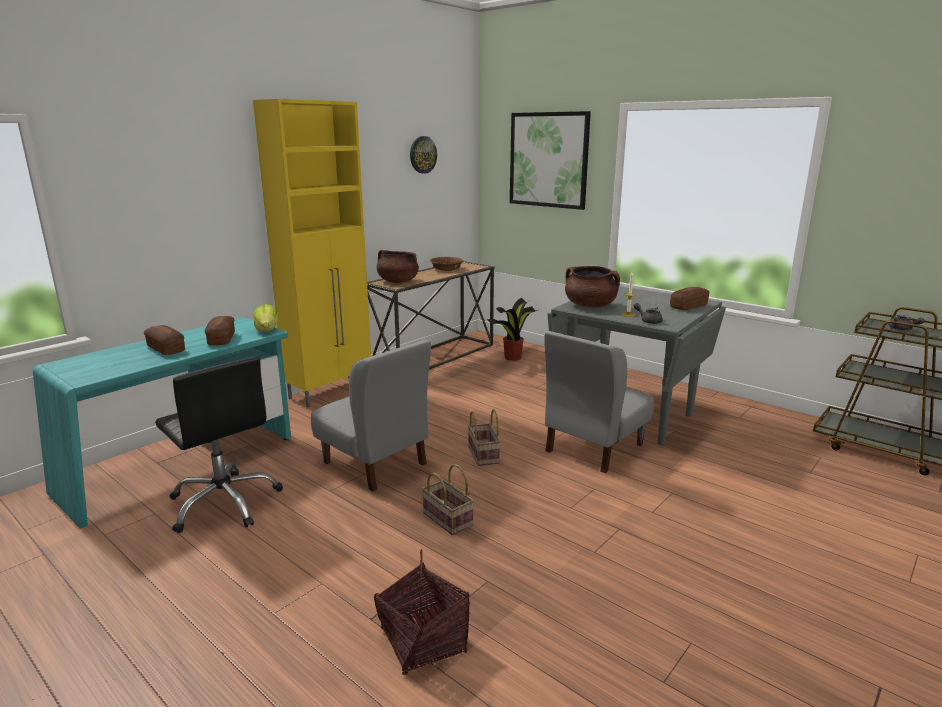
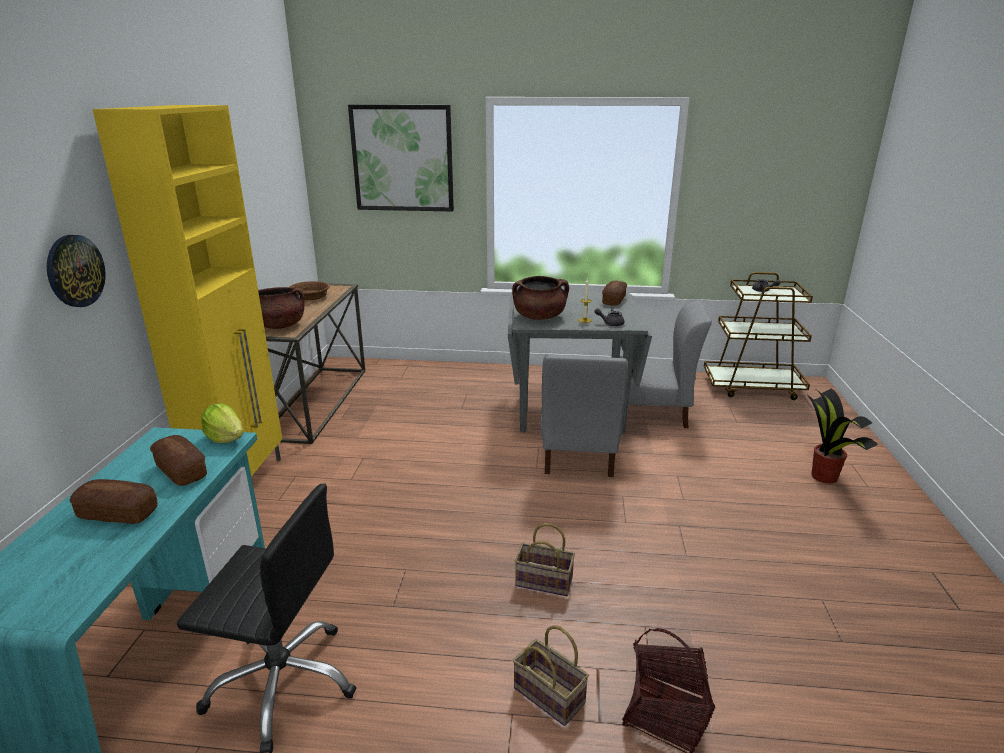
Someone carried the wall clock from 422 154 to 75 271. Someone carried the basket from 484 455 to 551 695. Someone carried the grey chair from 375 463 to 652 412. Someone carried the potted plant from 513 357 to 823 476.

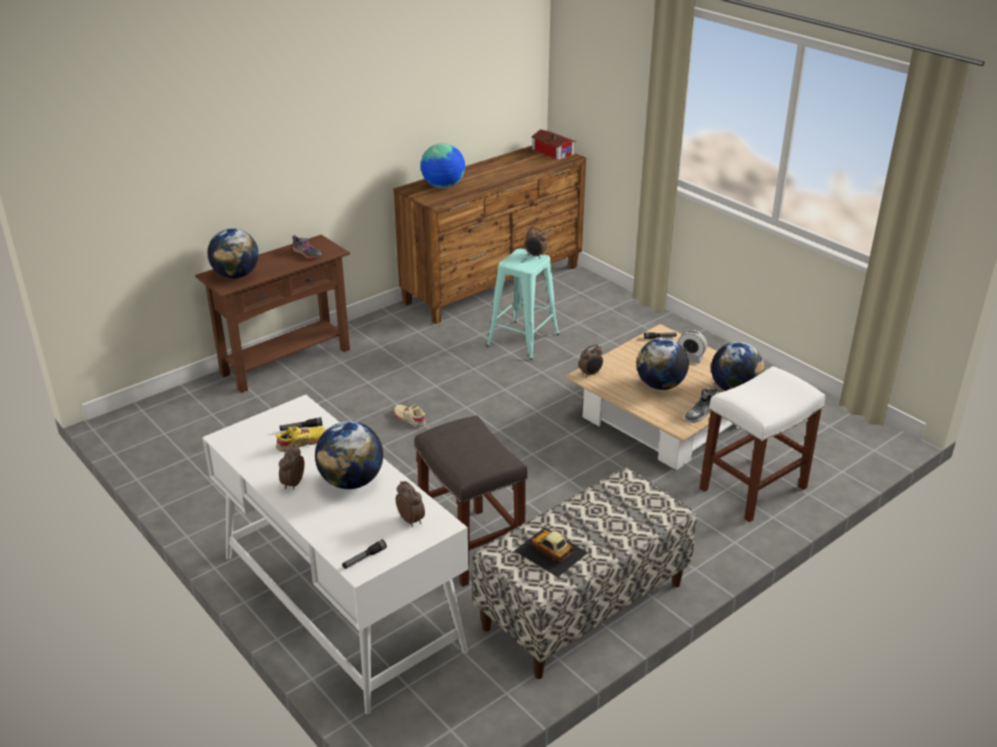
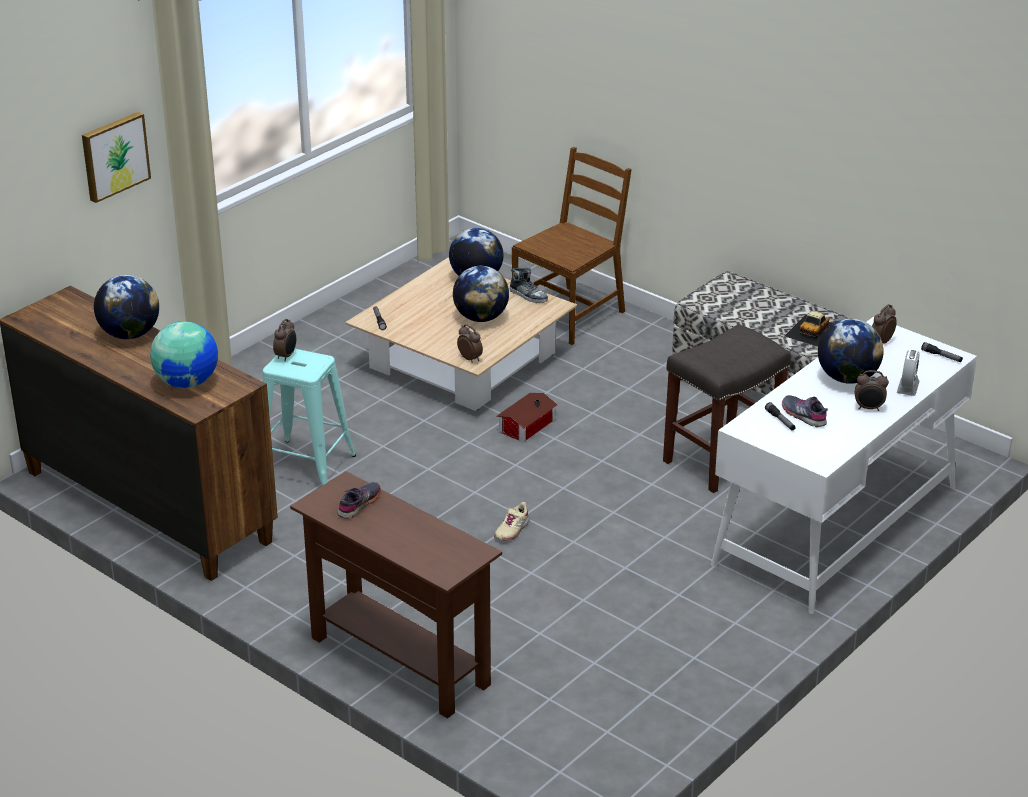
Someone put up the picture at 114 155. Someone carried the globe from 236 275 to 129 334. Someone carried the toy house from 553 151 to 524 426. Someone swapped the white stool at 752 489 for the brown chair at 570 314. Someone repainted the yellow shoe at 302 443, which became the grey shoe at 804 415. Someone carried the alarm clock from 690 358 to 907 388.

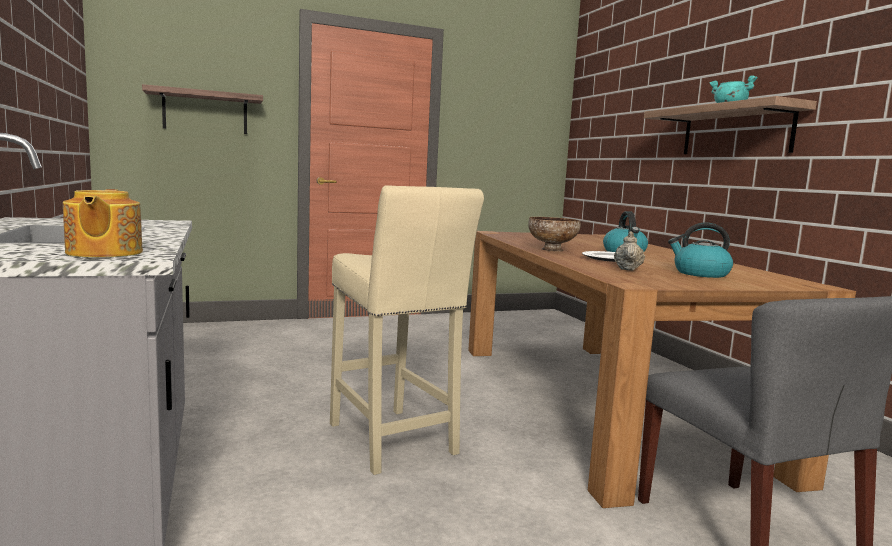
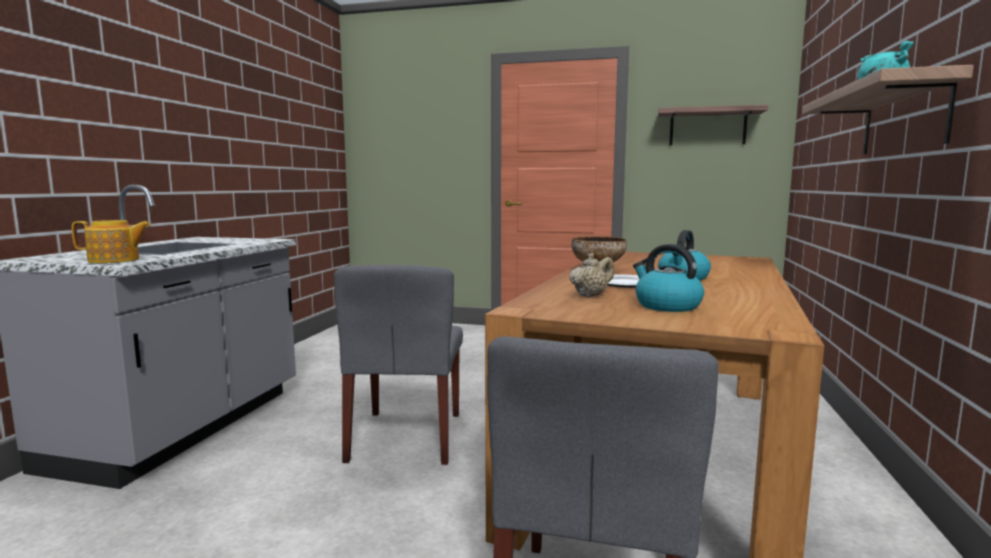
Someone rotated the teapot at 103 253 by 120 degrees counterclockwise. Someone swapped the beige stool at 393 442 for the grey chair at 406 437. Someone carried the shelf from 205 112 to 707 127.

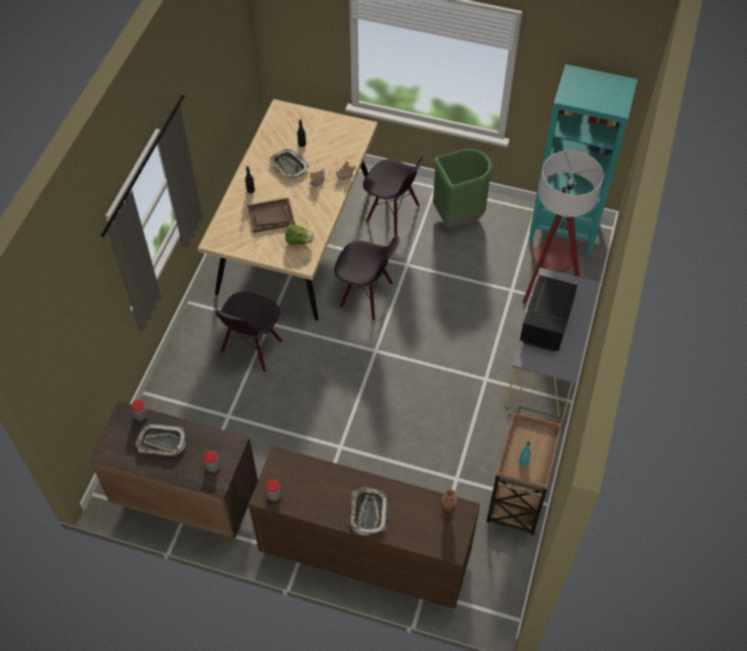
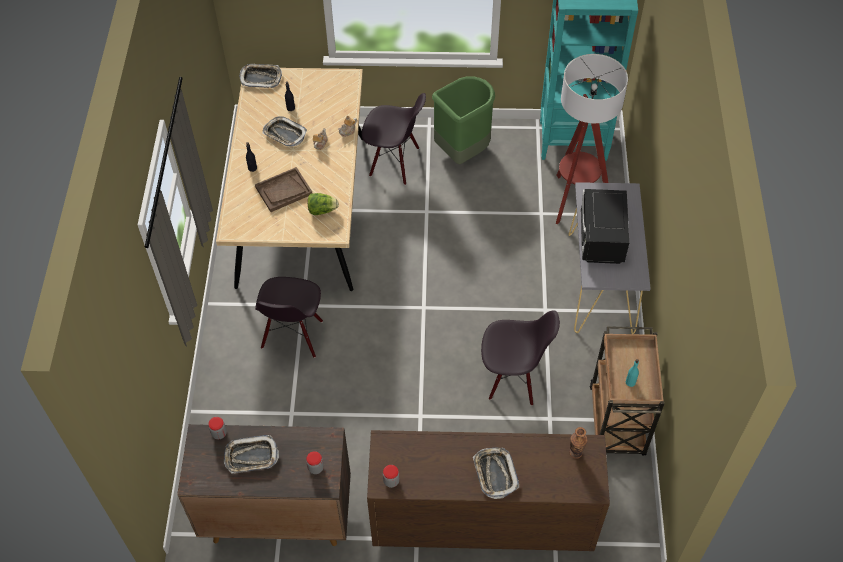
Someone put down the tray at 261 78. Someone carried the black chair from 366 296 to 513 378.

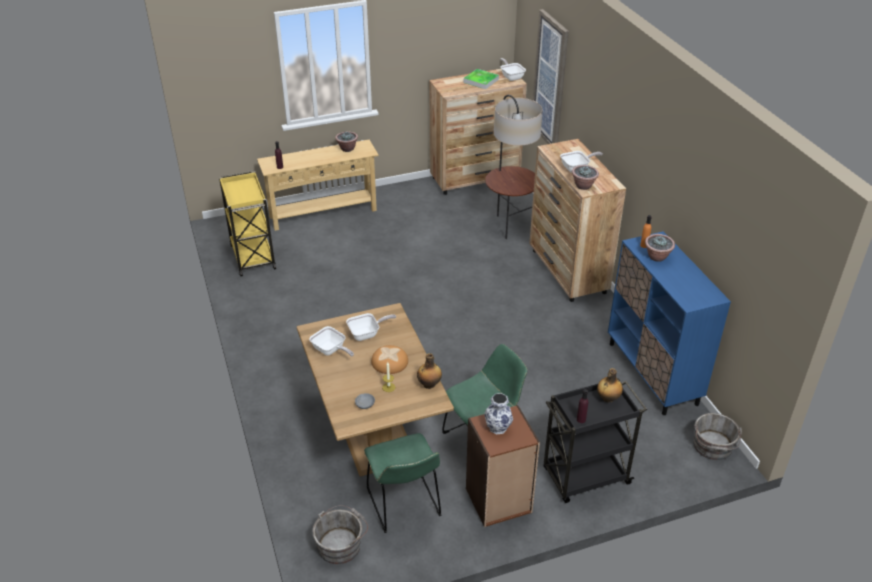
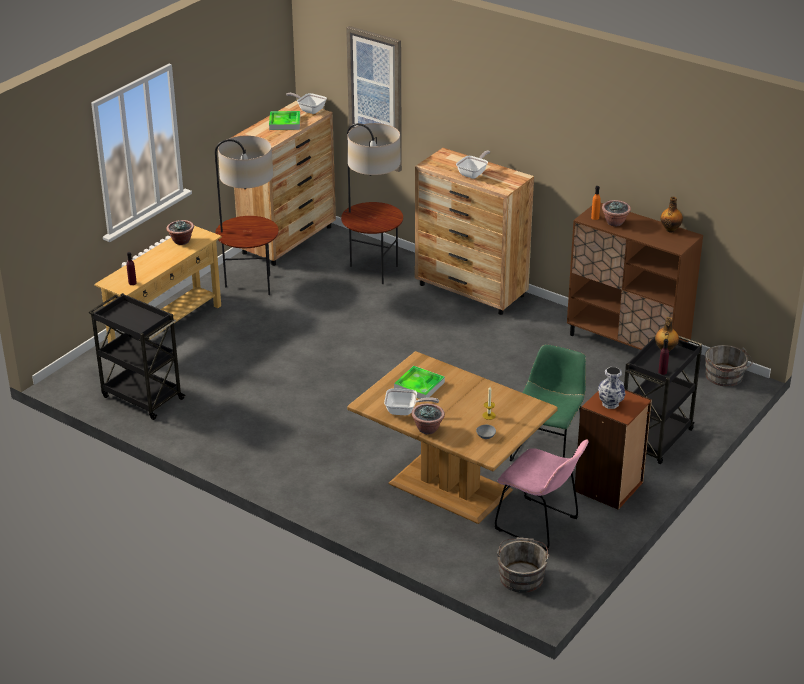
Someone repainted the yellow cart at 252 256, which became the black cart at 141 397. Someone put down the floor lamp at 250 286. Someone swapped the frying pan at 367 334 for the tray at 419 386. Someone carried the potted plant from 583 186 to 428 429. Someone repainted the green chair at 405 505, which became the pink chair at 540 525. Someone repainted the blue cabinet at 652 373, which became the brown cabinet at 627 343. Someone carried the bottle from 429 384 to 670 229. Someone took away the bread at 390 362.

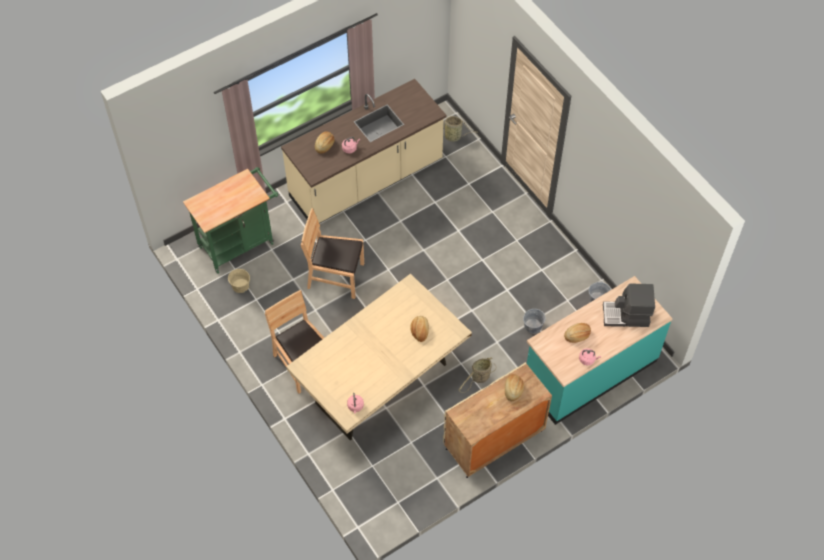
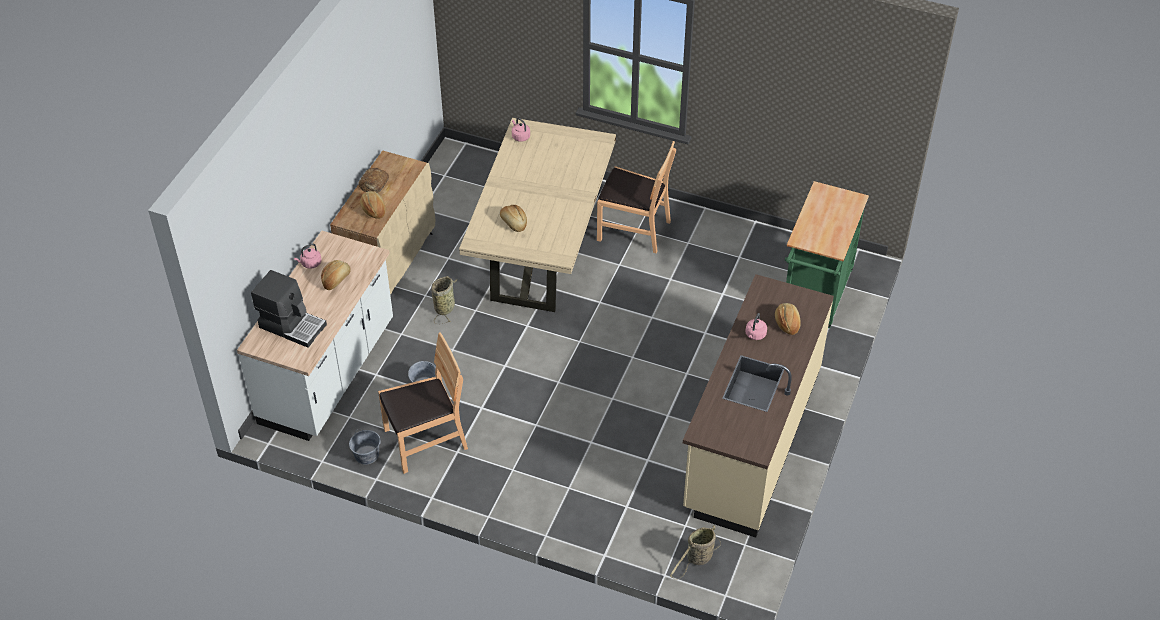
Someone repainted the turquoise counter at 589 372, which became the white counter at 329 373. Someone rotated the coffee machine at 626 316 by 60 degrees clockwise. Someone put down the bread at 374 183. Someone carried the brown chair from 336 276 to 425 440. Someone took away the beige bucket at 240 285.

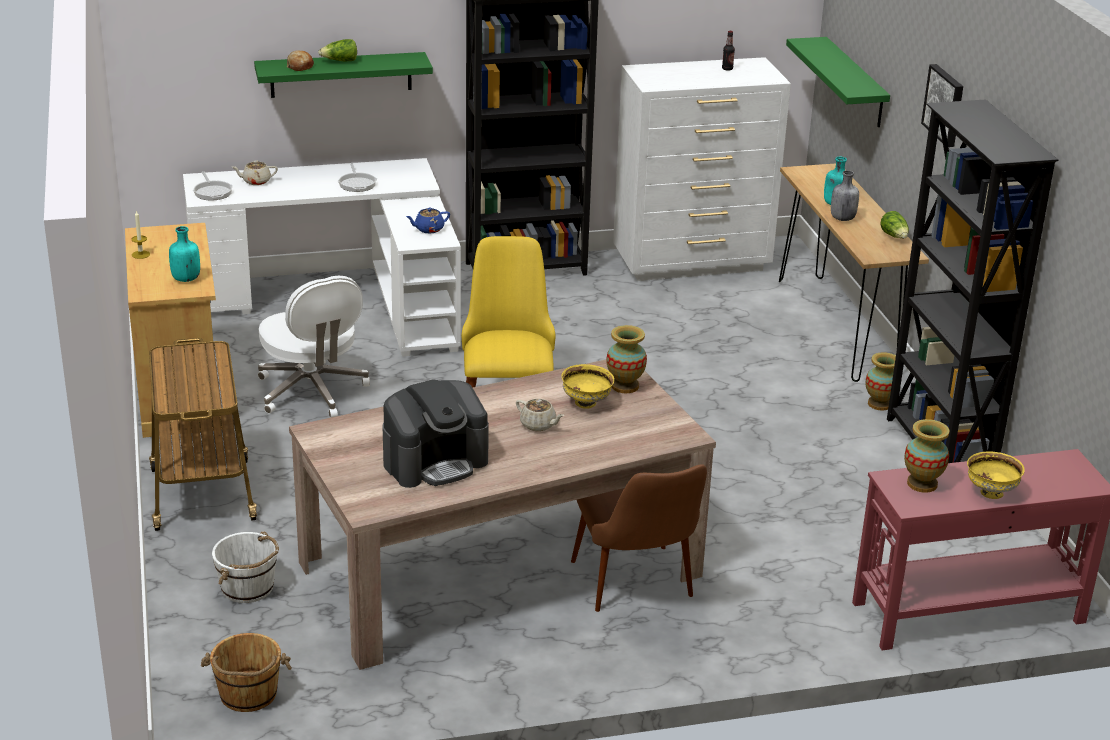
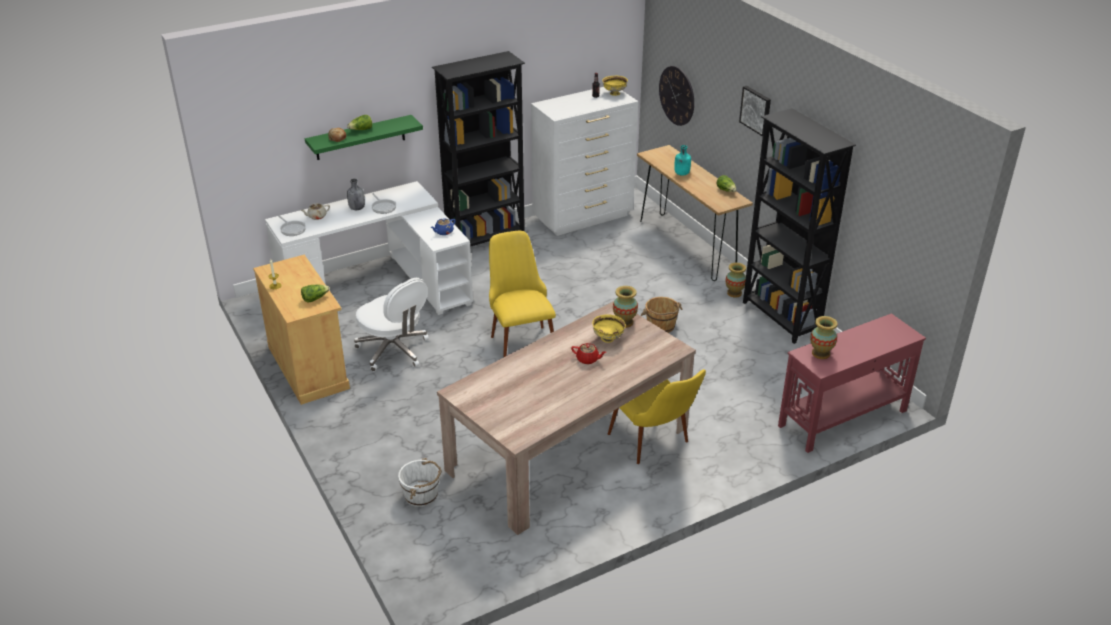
Someone swapped the turquoise bottle at 185 279 for the lettuce at 315 298. Someone carried the grey bottle from 842 218 to 357 208. Someone repainted the beige teapot at 538 425, which became the red teapot at 588 359. Someone carried the yellow bowl from 990 493 to 614 93. Someone repainted the brown chair at 638 591, which became the yellow chair at 655 445. Someone carried the brown bucket from 248 694 to 661 326. Someone swapped the green shelf at 855 83 for the wall clock at 677 95. Someone took away the cart at 202 492. Someone took away the coffee machine at 435 462.

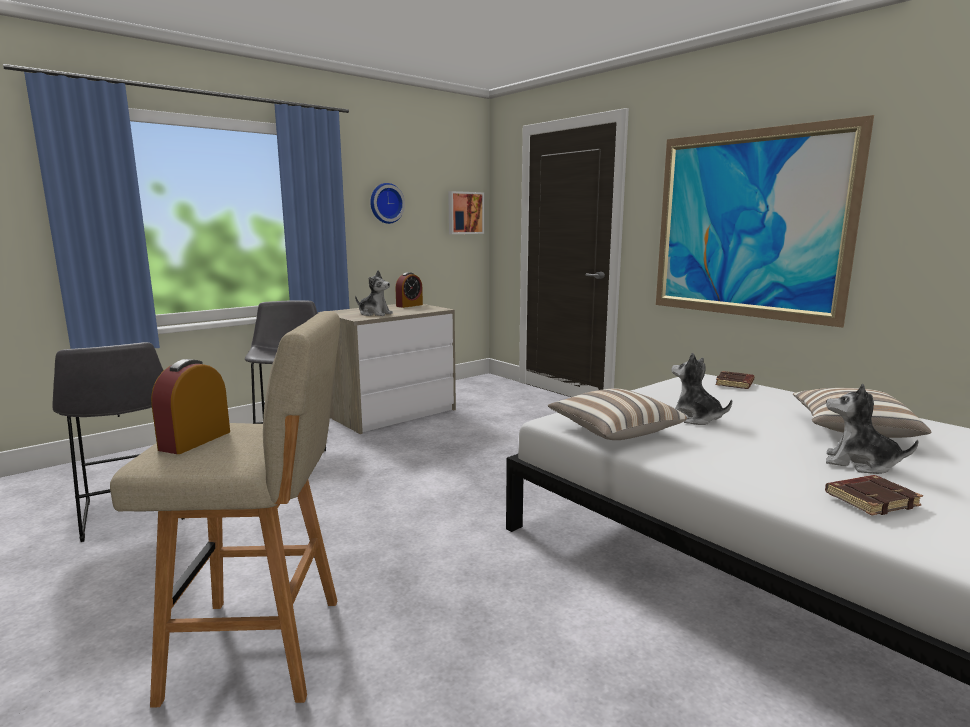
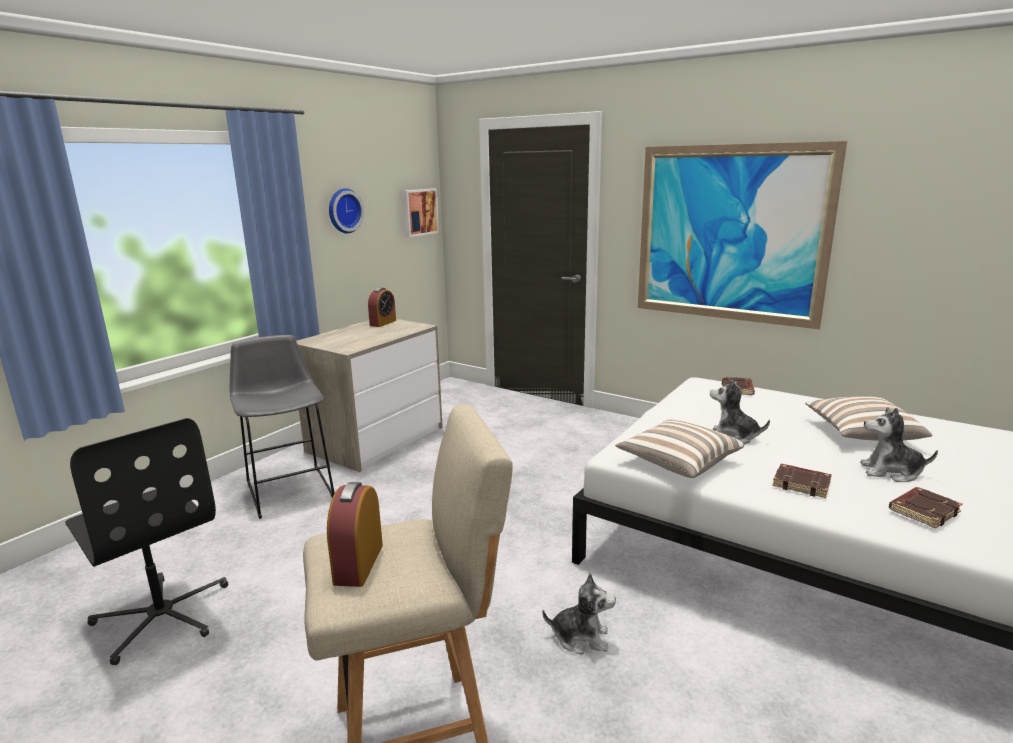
Someone swapped the grey stool at 133 513 for the black office chair at 162 615. Someone carried the plush toy from 374 314 to 580 637. Someone put down the brown book at 802 484.

